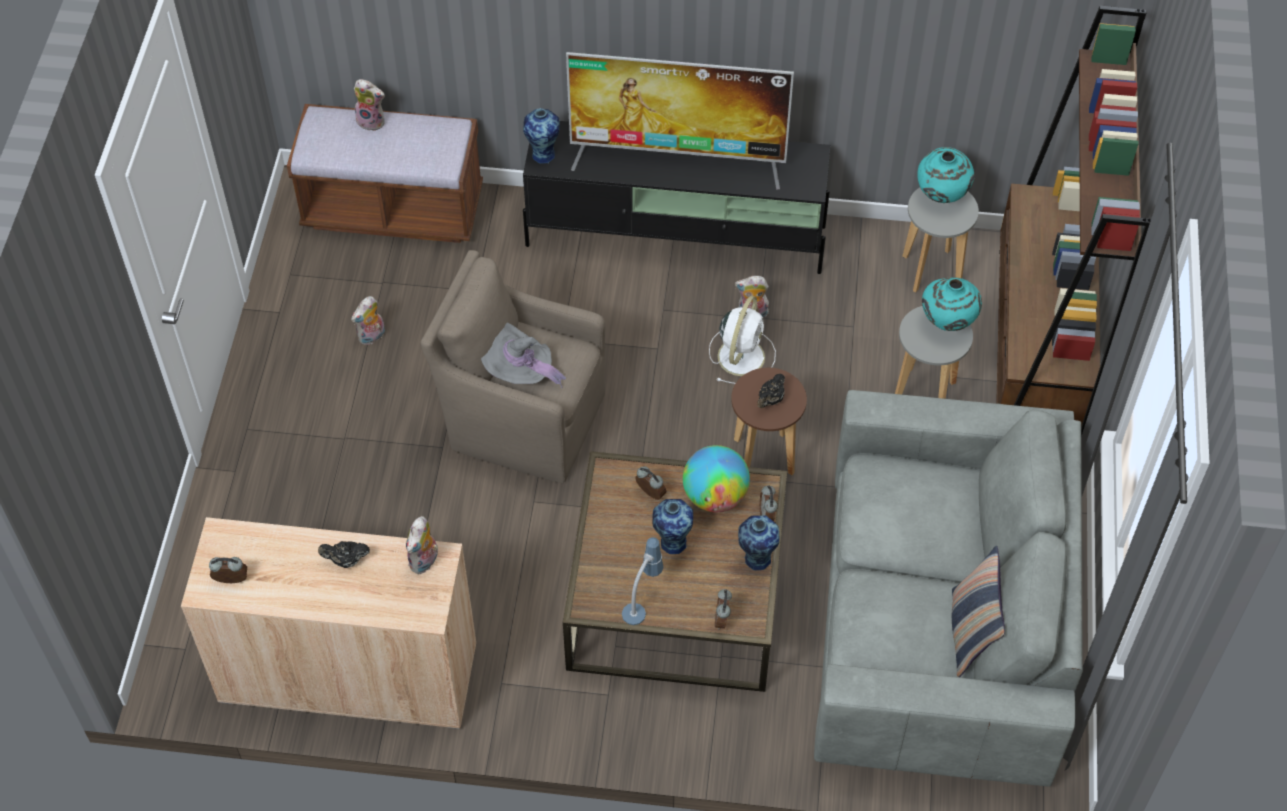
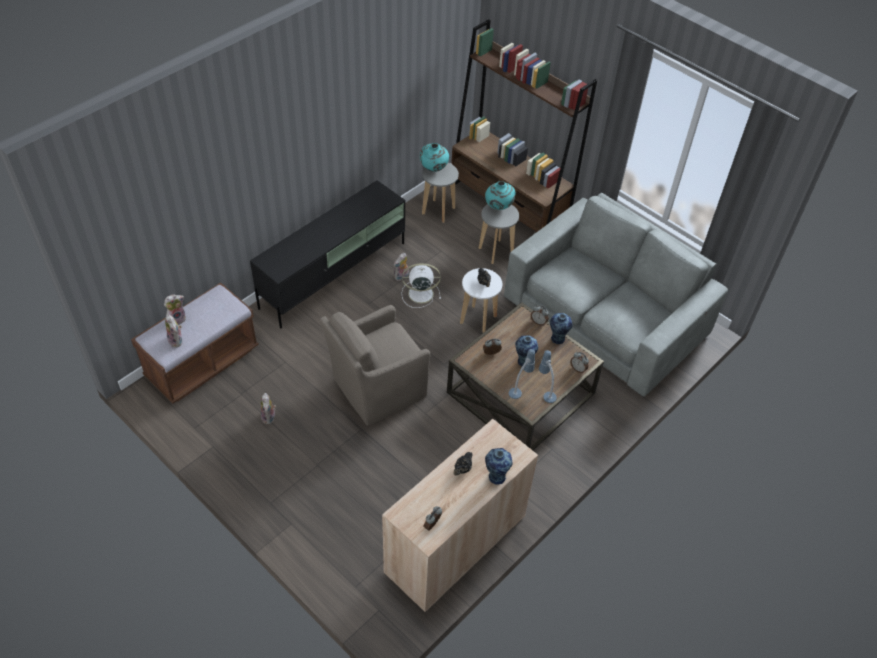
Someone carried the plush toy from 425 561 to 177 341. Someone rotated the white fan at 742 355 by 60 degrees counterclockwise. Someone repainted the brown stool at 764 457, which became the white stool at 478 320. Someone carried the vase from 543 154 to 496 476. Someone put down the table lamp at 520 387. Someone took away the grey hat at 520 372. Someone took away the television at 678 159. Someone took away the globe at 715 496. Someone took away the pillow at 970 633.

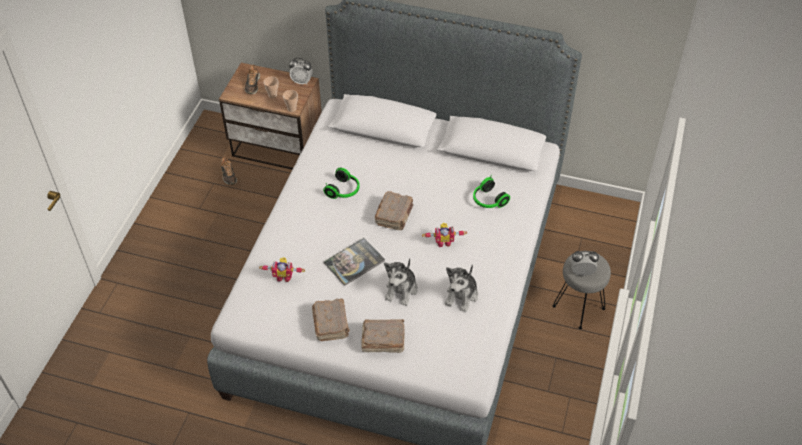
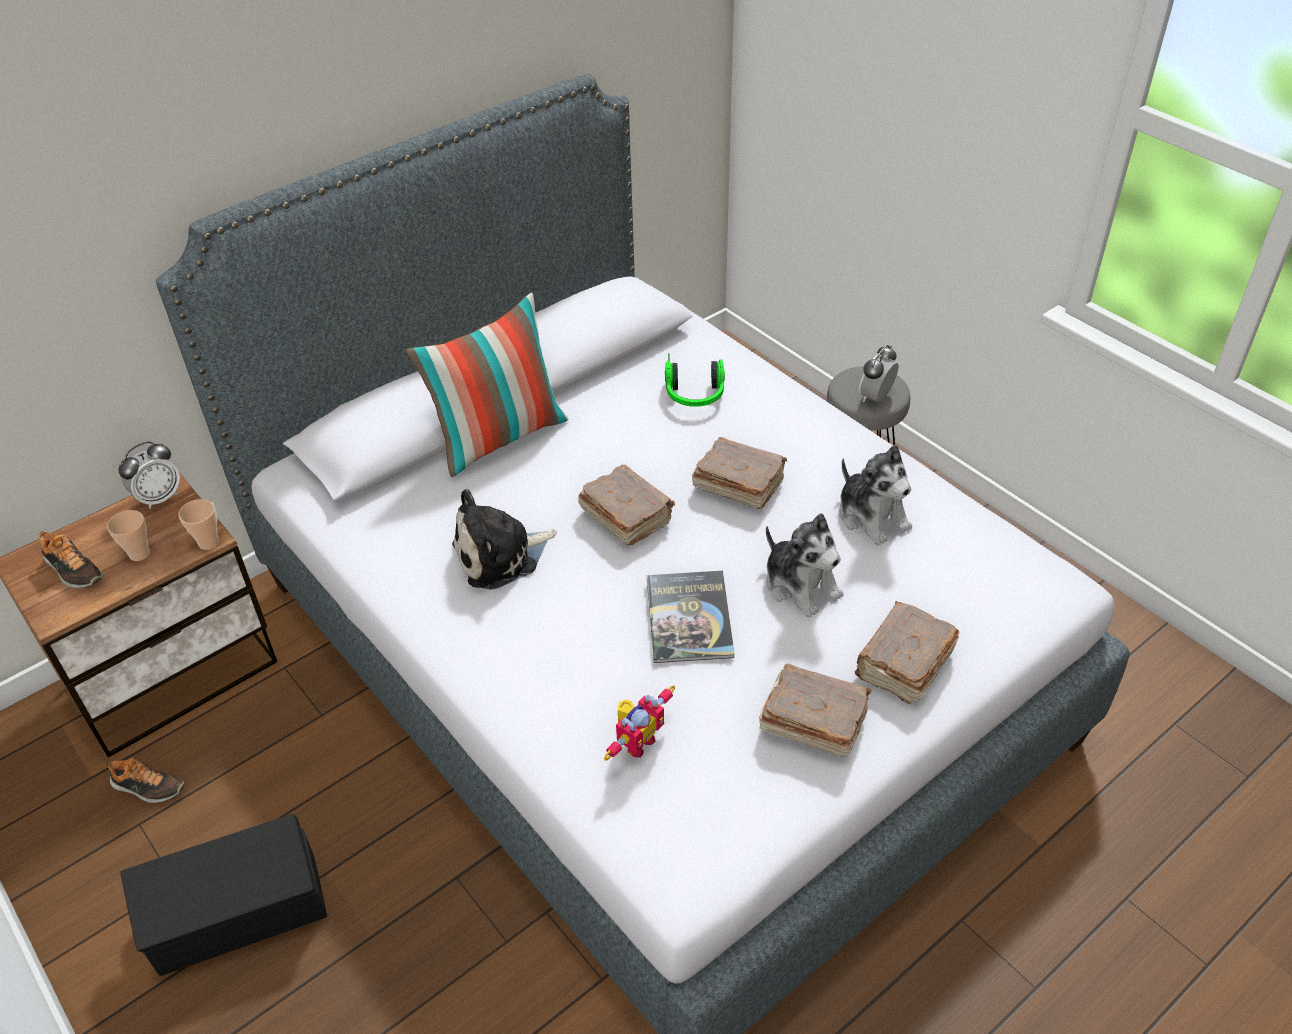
Someone put down the black storage box at 241 915. Someone put down the pillow at 499 437. Someone swapped the headphones at 344 190 for the plush toy at 501 555. Someone swapped the toy robot at 443 242 for the brown book at 737 484.

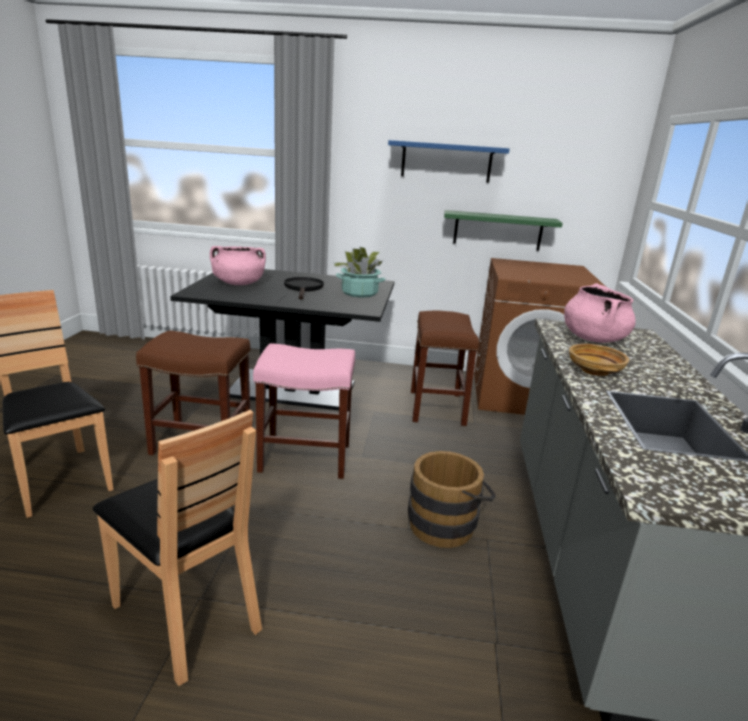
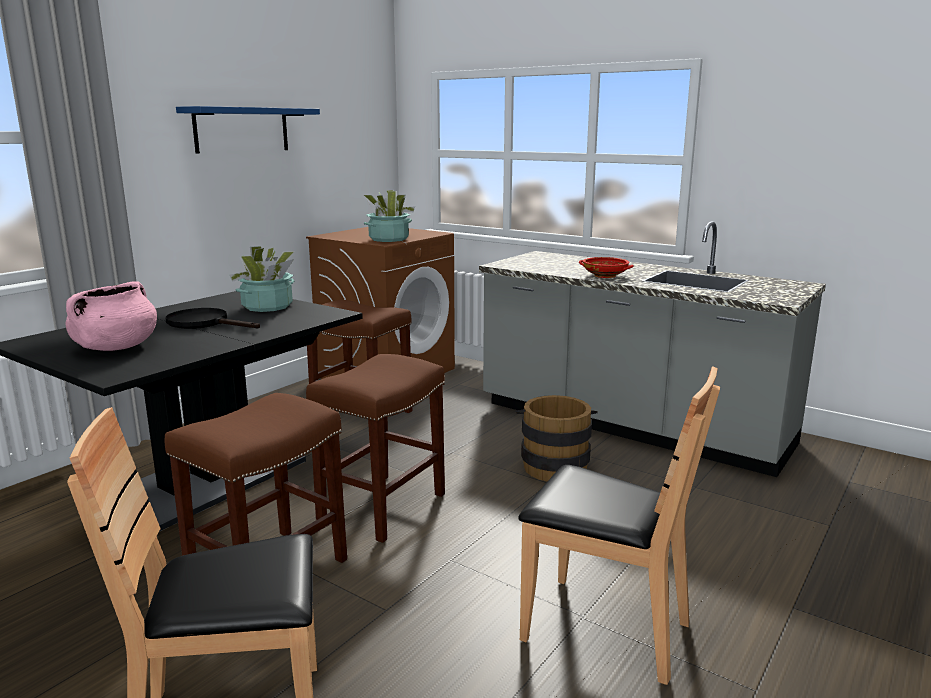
Someone repainted the pink stool at 303 458, which became the brown stool at 382 507. Someone put down the potted plant at 388 239. Someone rotated the brown chair at 188 614 by 45 degrees clockwise. Someone repainted the beige bowl at 595 371, which became the red bowl at 605 275. Someone took away the green shelf at 498 230. Someone took away the pink cooking pot at 593 338.

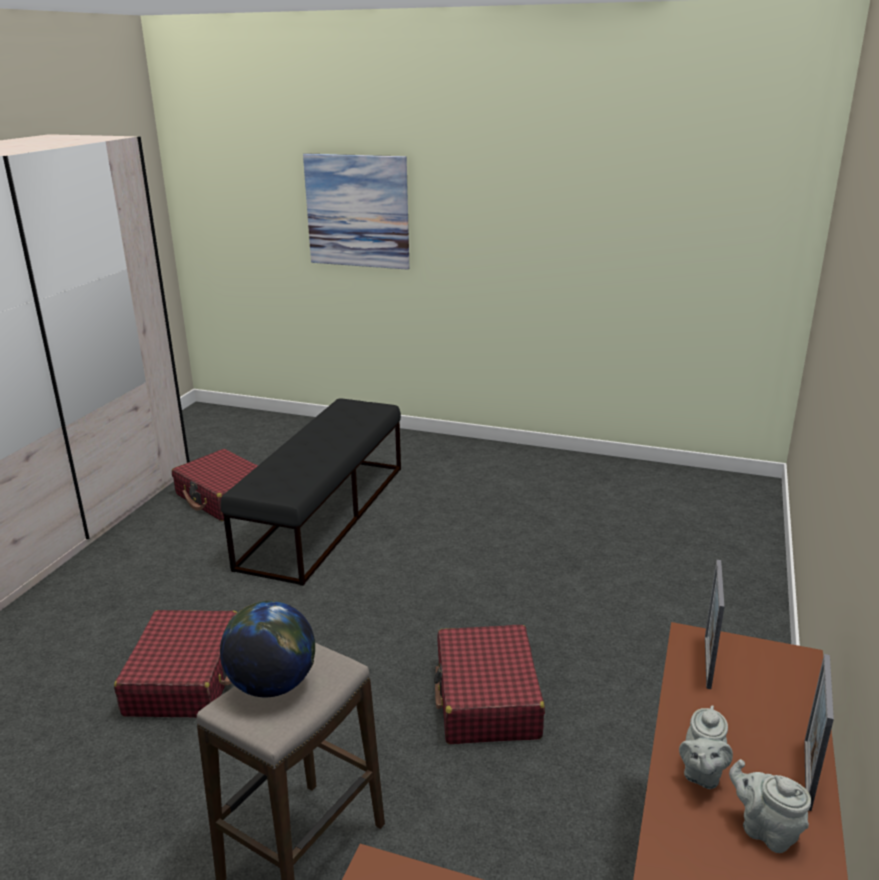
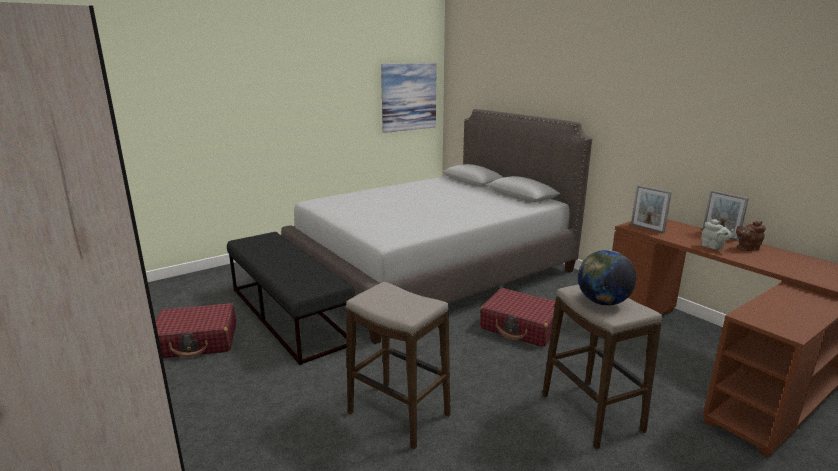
Someone put down the grey bed at 432 271. Someone swapped the red suitcase at 186 678 for the stool at 398 414. Someone carried the picture from 357 211 to 409 97. Someone repainted the grey teapot at 765 830, which became the brown teapot at 747 248.

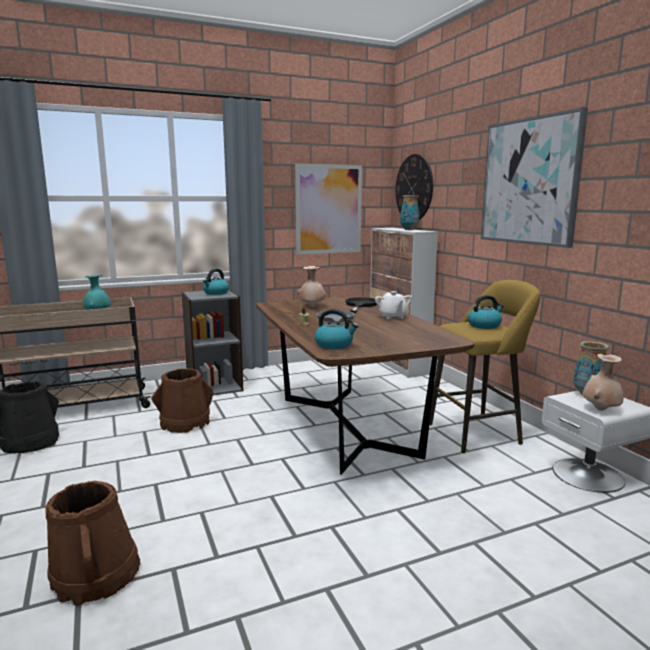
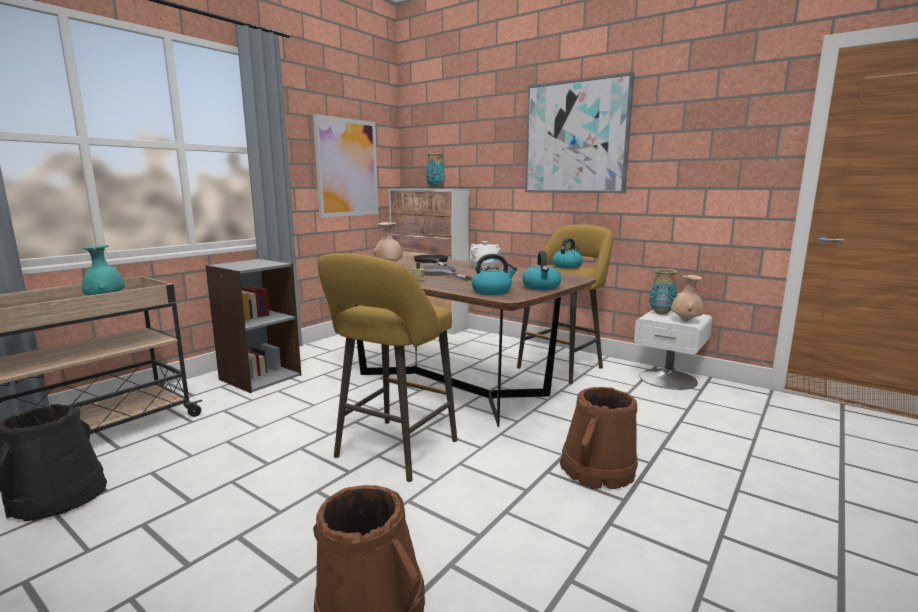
Someone put down the yellow stool at 392 452. Someone carried the kettle from 216 293 to 541 287. Someone carried the brown bucket from 185 423 to 597 470. Someone took away the wall clock at 414 188.

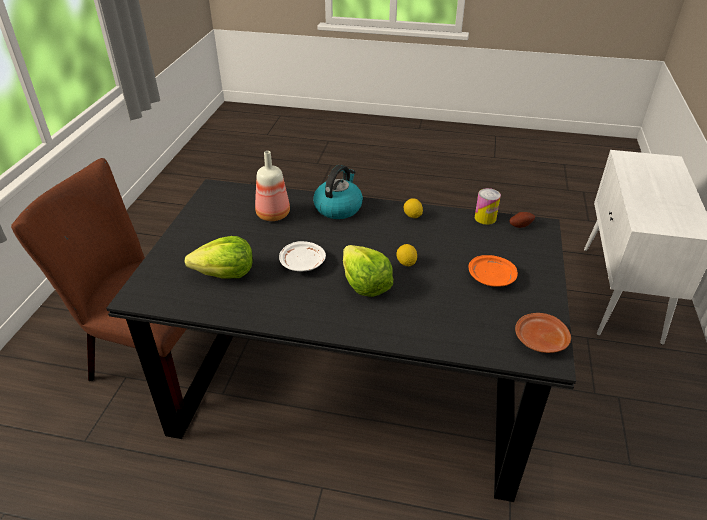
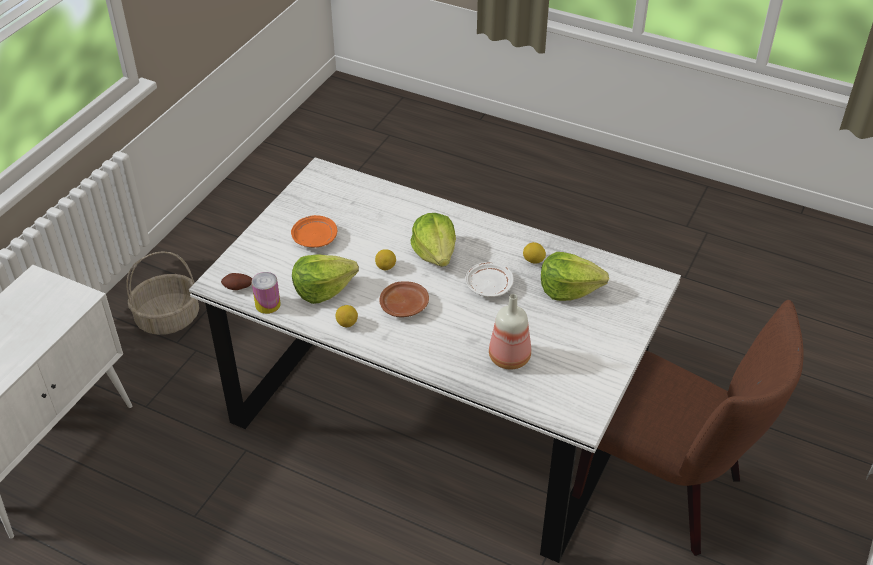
Someone put down the basket at 168 319. Someone repainted the black dining table at 354 382, which became the white dining table at 435 412. Someone put down the lettuce at 323 289. Someone carried the brown plate from 540 340 to 404 305. Someone put down the lemon at 533 261. Someone took away the kettle at 338 207.

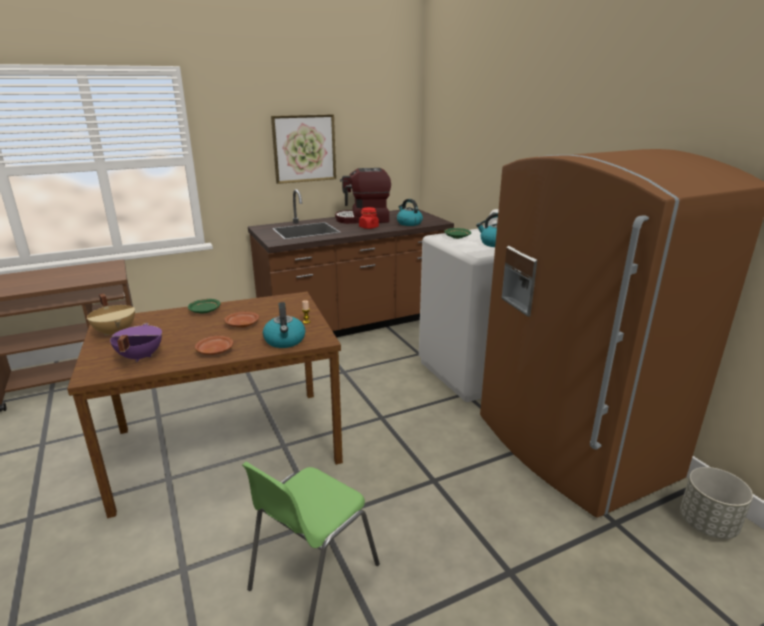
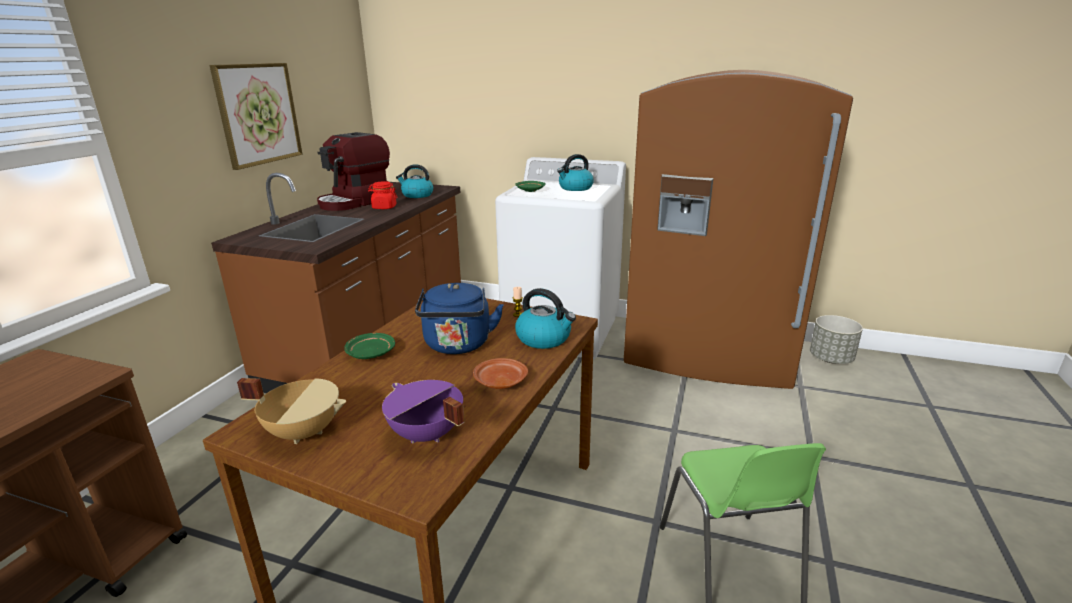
Someone swapped the brown plate at 242 324 for the blue kettle at 458 346.

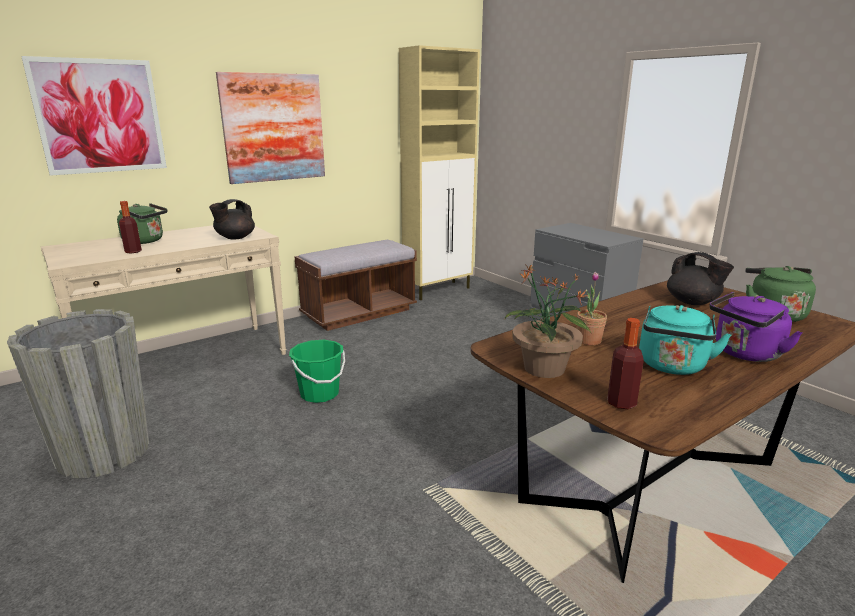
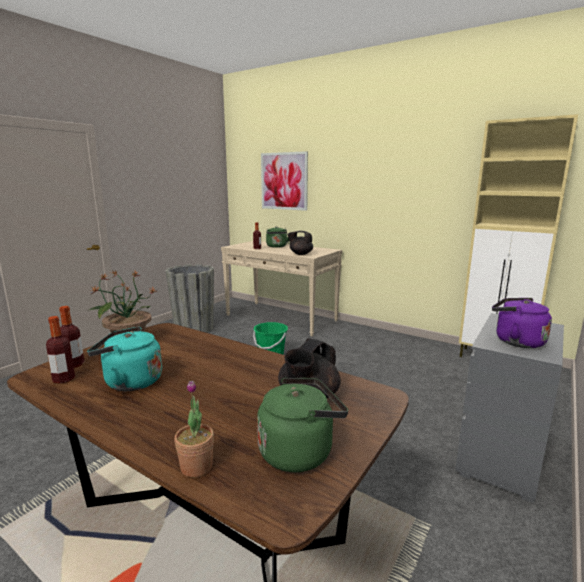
Someone put down the bottle at 63 379. Someone carried the potted plant from 589 340 to 196 467. Someone carried the purple kettle from 745 354 to 516 341. Someone took away the picture at 273 128. Someone took away the brown bench at 359 313.

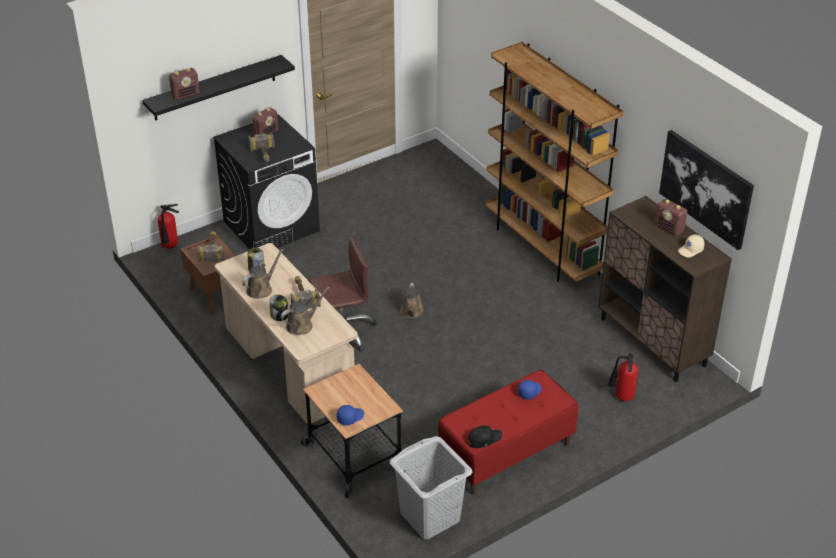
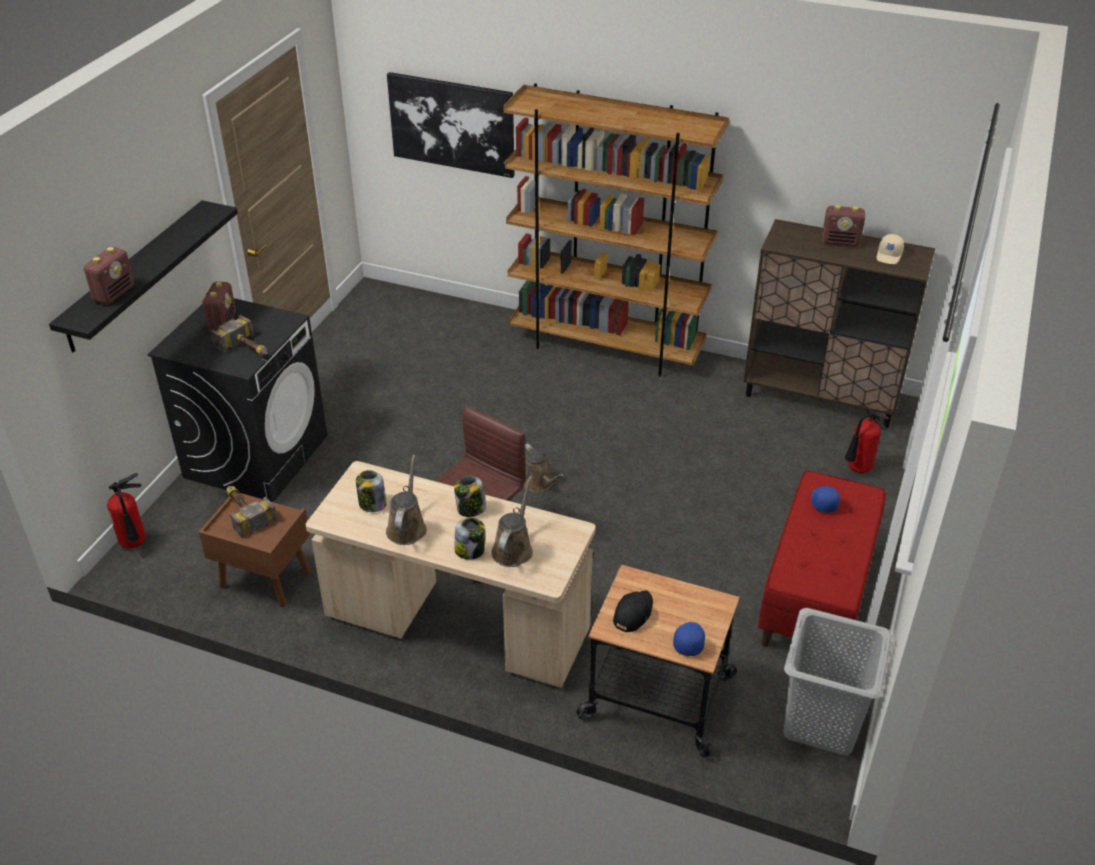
Someone carried the picture from 706 188 to 452 124. Someone swapped the hammer at 302 295 for the jar at 470 509. Someone carried the black cap from 483 439 to 632 613.

